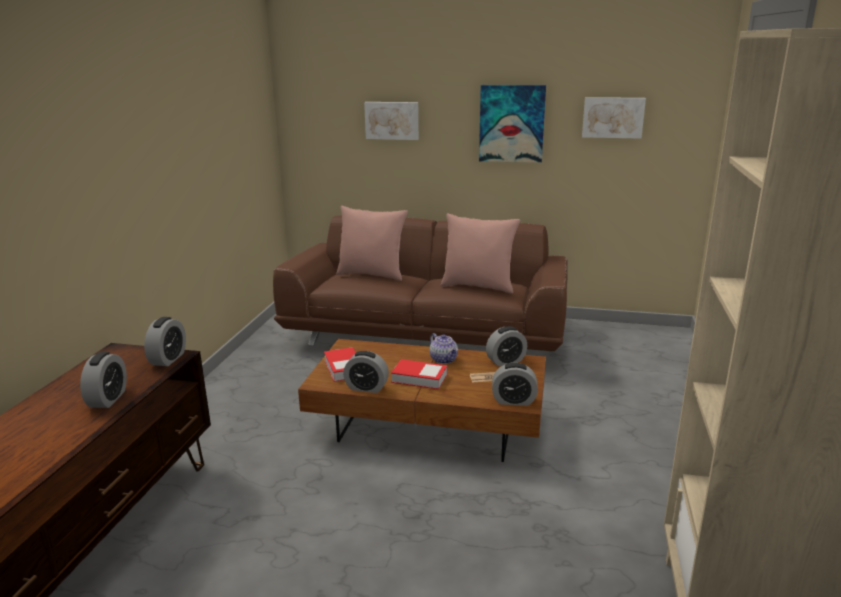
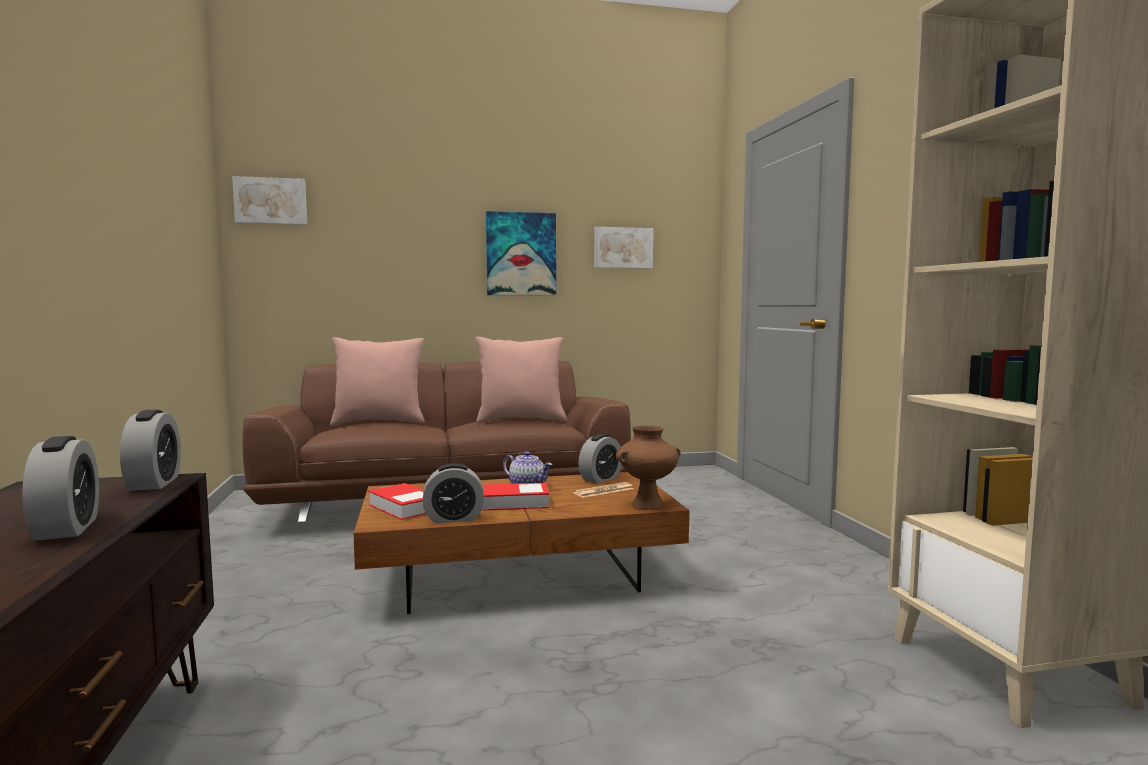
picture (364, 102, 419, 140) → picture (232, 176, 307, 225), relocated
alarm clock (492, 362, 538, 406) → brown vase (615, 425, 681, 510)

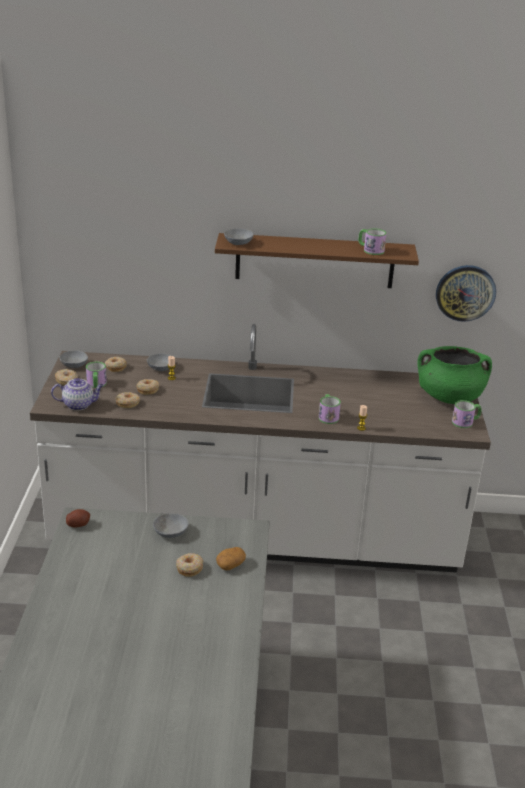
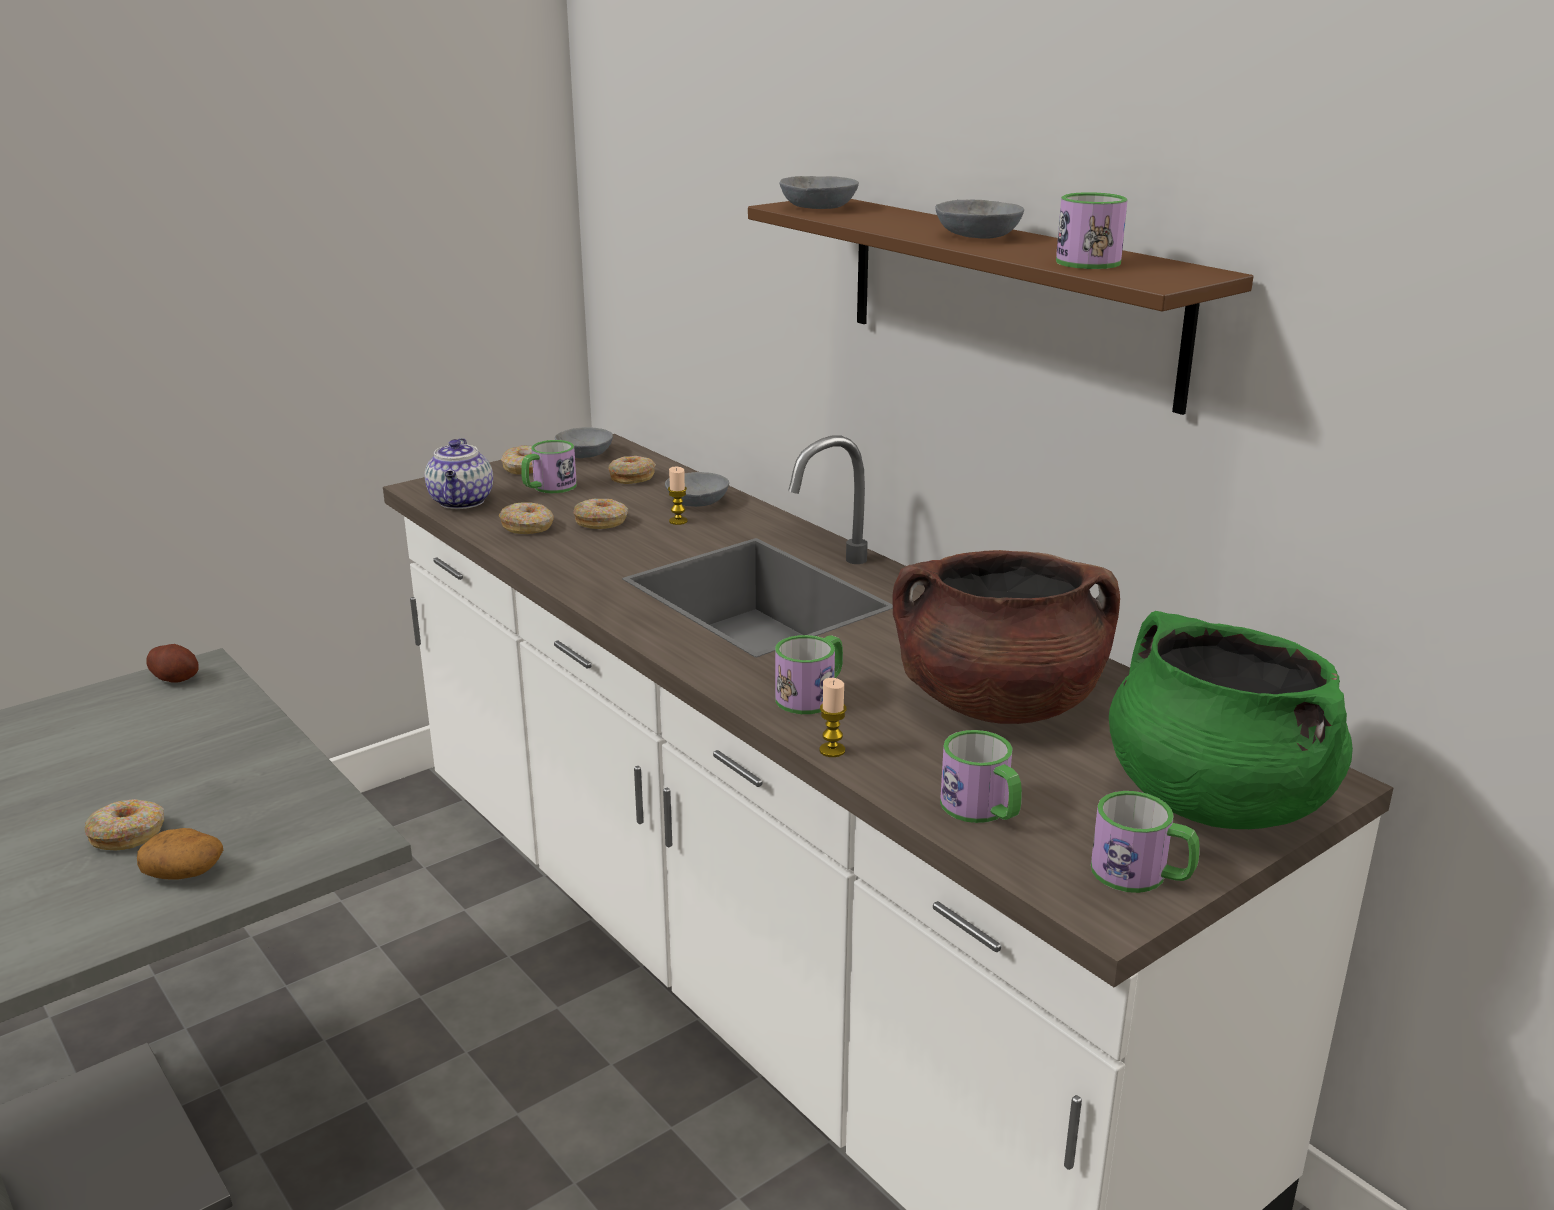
wall clock (436, 265, 496, 322) → -
- → brown cooking pot (892, 550, 1120, 724)
- → mug (940, 730, 1022, 823)
grey bowl (153, 513, 189, 538) → grey bowl (935, 199, 1024, 239), relocated
teapot (51, 378, 104, 411) → teapot (425, 438, 493, 509), 45 degrees clockwise

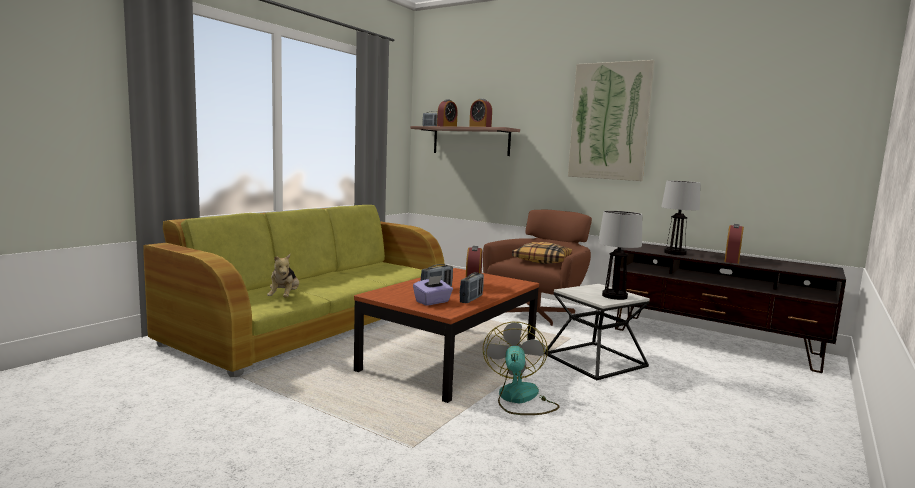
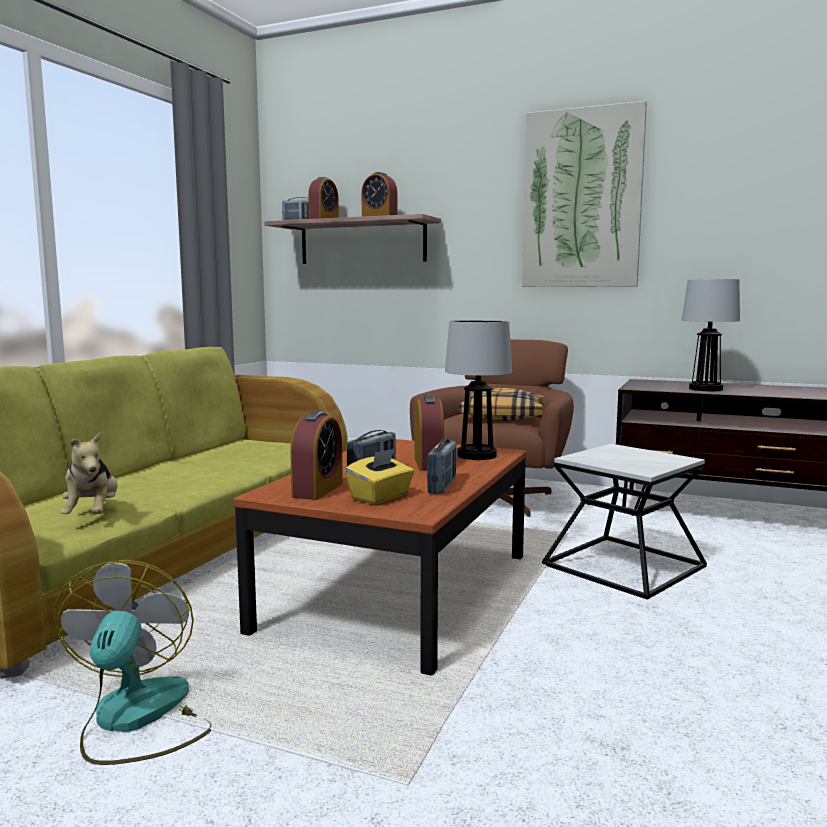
fan (483, 322, 559, 415) → fan (54, 560, 211, 765), relocated
table lamp (598, 211, 642, 300) → table lamp (445, 320, 512, 460), relocated
alarm clock (724, 224, 744, 264) → alarm clock (290, 411, 343, 500), relocated
purple tissue box (413, 275, 453, 306) → yellow tissue box (345, 448, 414, 504)

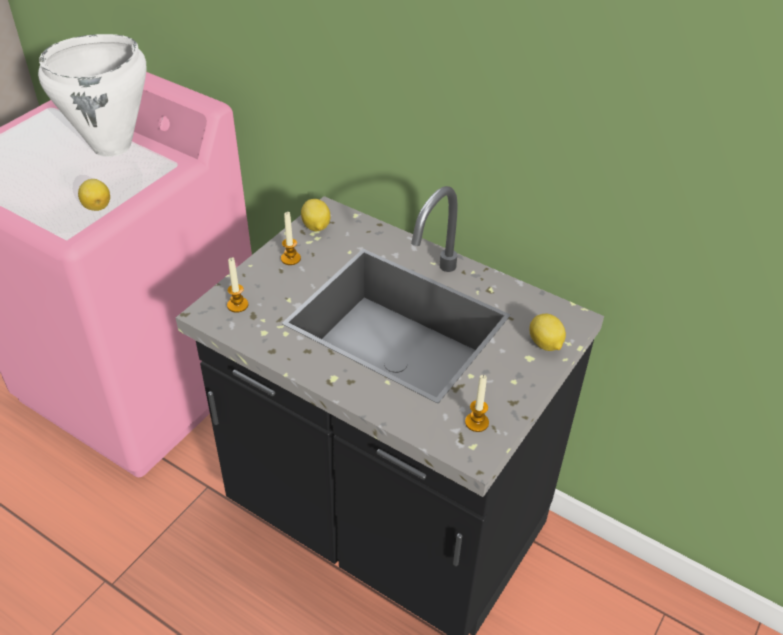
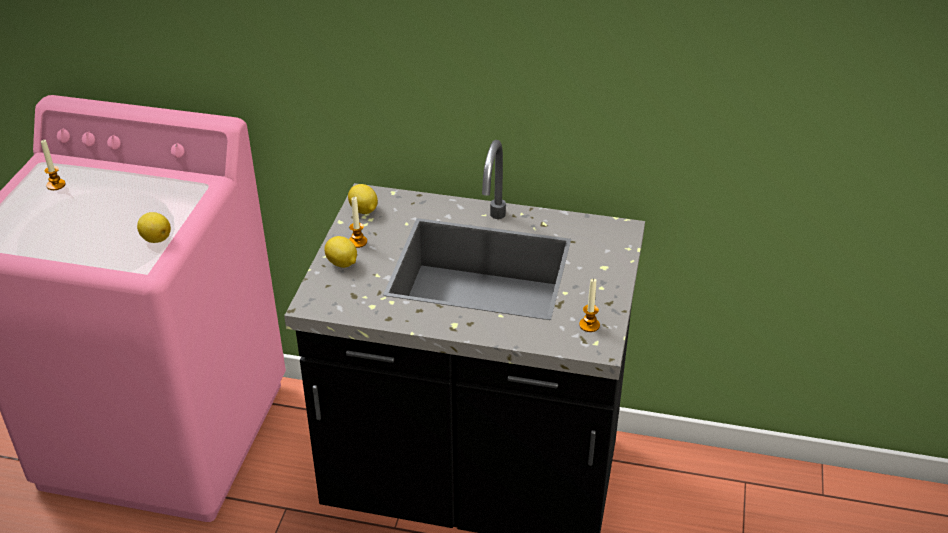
white cooking pot (38, 34, 146, 157) → -
candle (227, 257, 248, 313) → candle (41, 140, 66, 190), relocated
lemon (529, 314, 566, 351) → lemon (324, 236, 357, 268), relocated

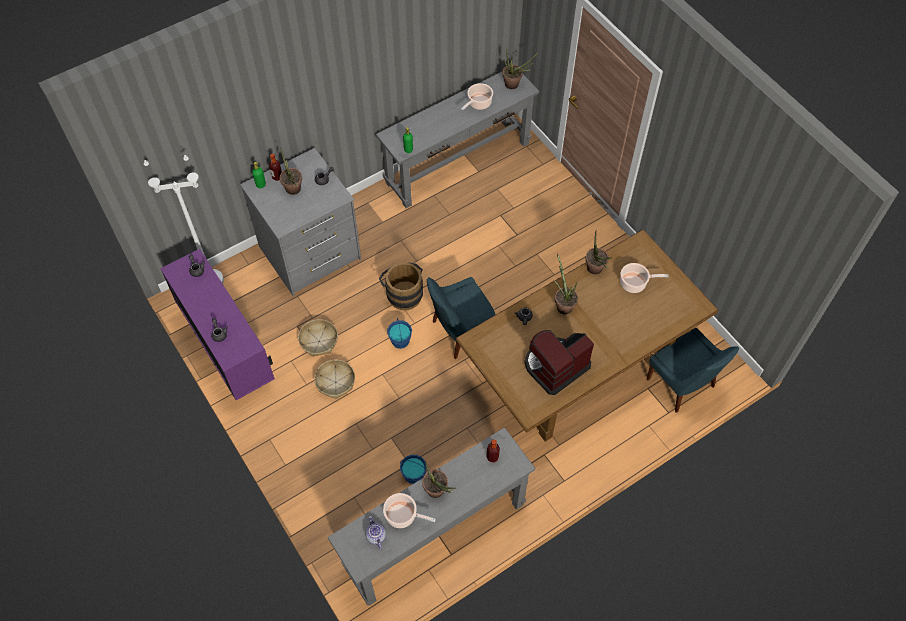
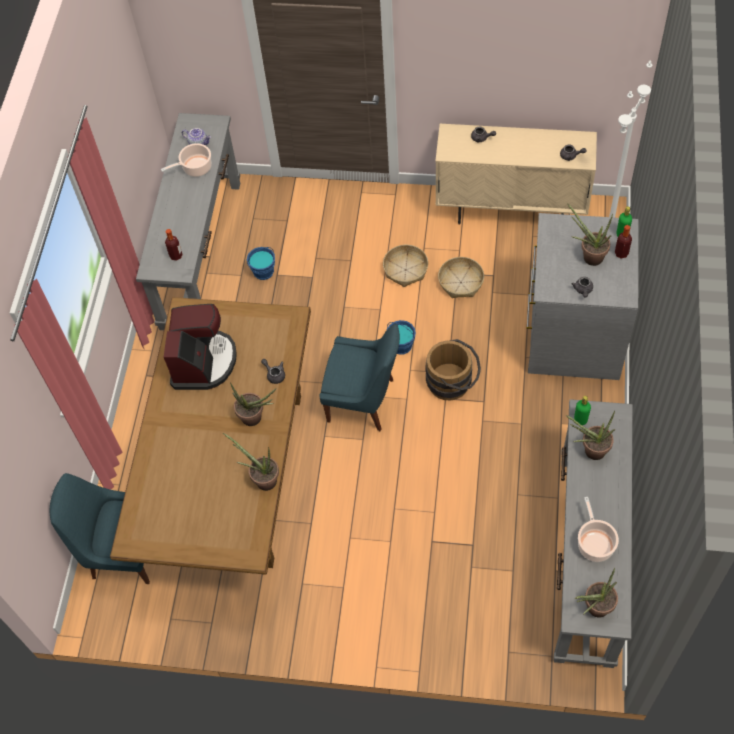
cooking pot (620, 263, 669, 293) → -
potted plant (422, 461, 456, 498) → potted plant (566, 411, 615, 460), relocated
purple cabinet (160, 249, 275, 400) → beige cabinet (435, 124, 597, 225)
blue chair (427, 277, 496, 359) → blue chair (320, 324, 400, 431), 90 degrees clockwise

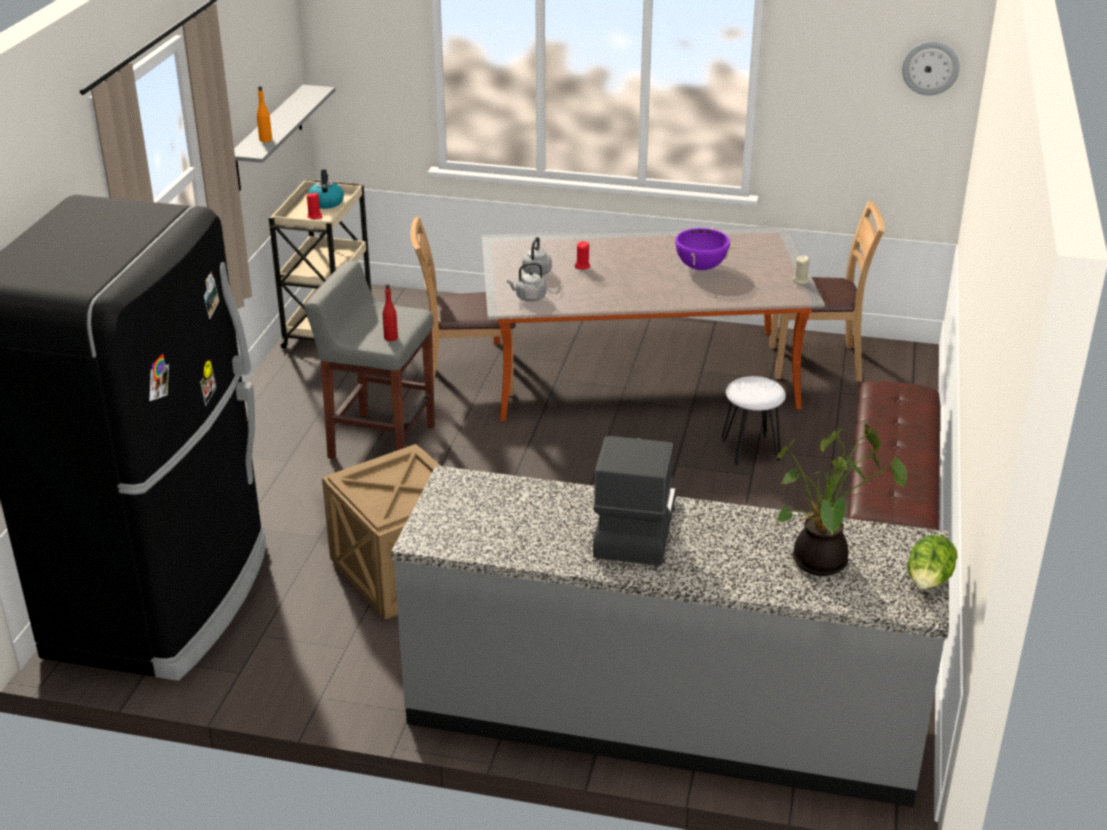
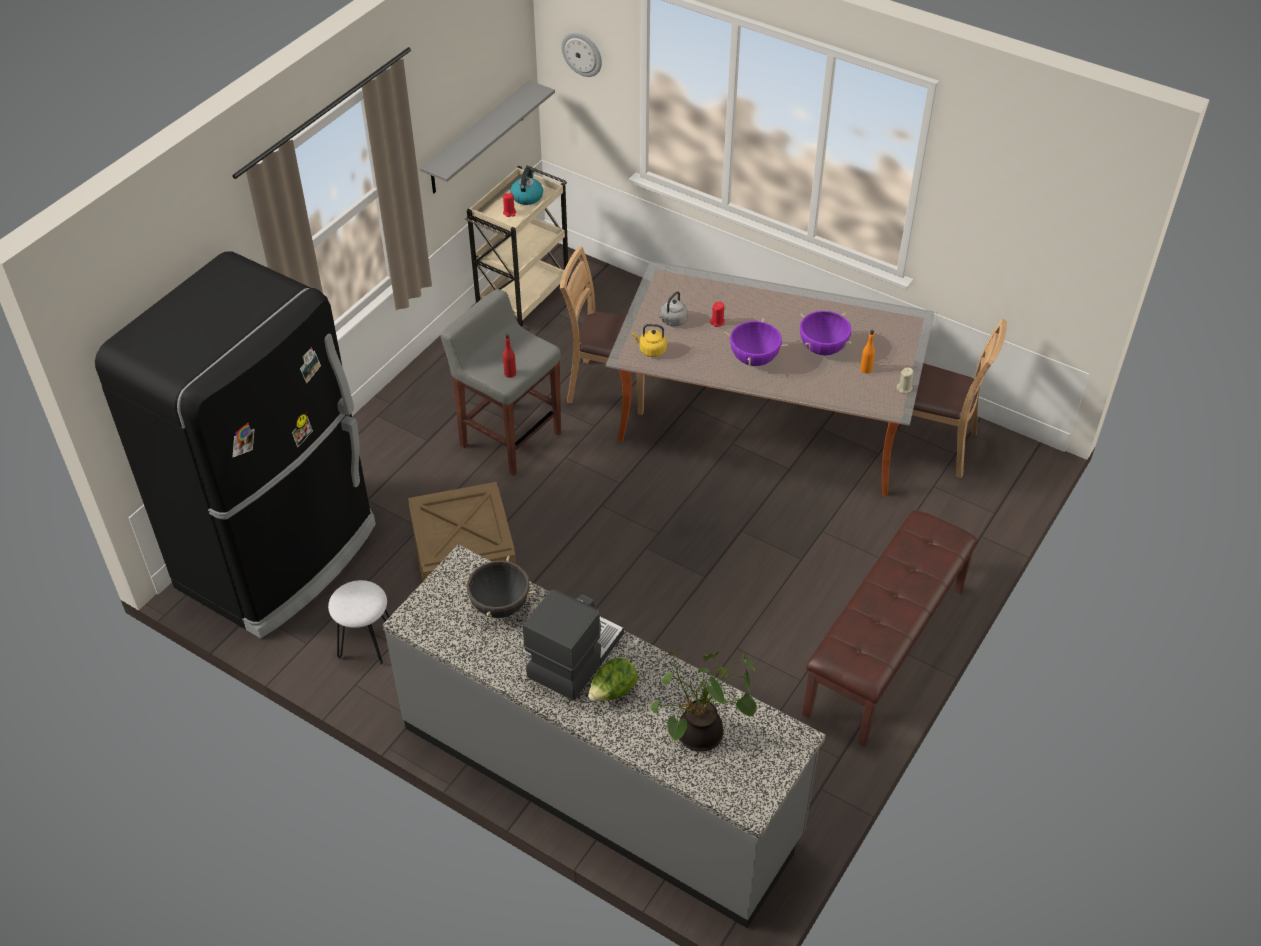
- → black cooking pot (460, 555, 536, 619)
- → purple cooking pot (724, 318, 787, 366)
orange bottle (257, 86, 272, 142) → orange bottle (860, 330, 875, 373), relocated
white stool (722, 376, 786, 466) → white stool (328, 580, 389, 665), relocated
wall clock (902, 42, 960, 95) → wall clock (561, 32, 602, 77), relocated
lettuce (907, 535, 957, 589) → lettuce (588, 658, 638, 702), relocated
grey kettle (507, 263, 546, 302) → yellow kettle (632, 324, 667, 357)

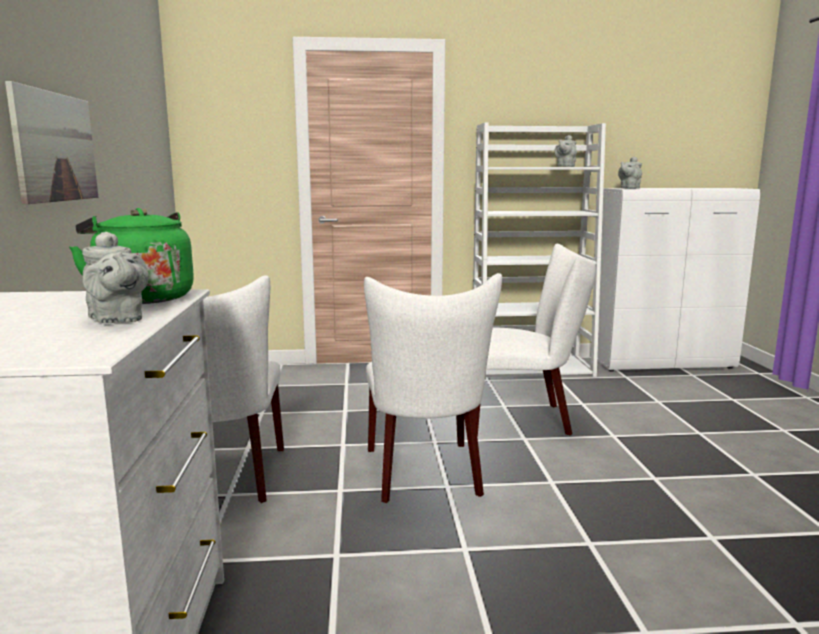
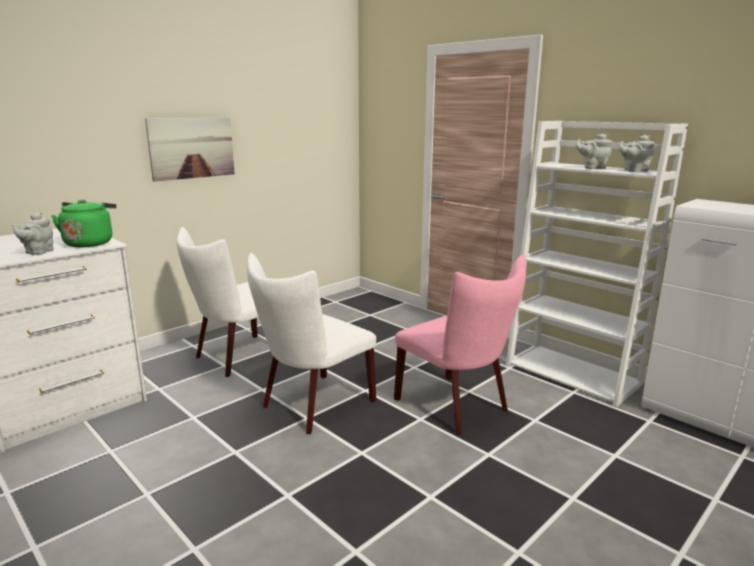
grey teapot (618, 157, 642, 189) → grey teapot (575, 133, 613, 169), relocated
white chair (474, 244, 596, 436) → pink chair (394, 255, 526, 435)

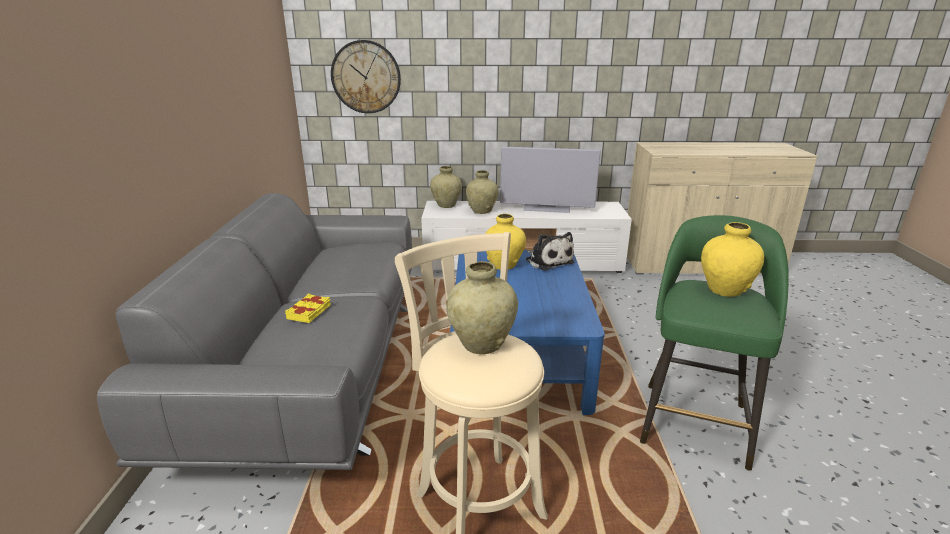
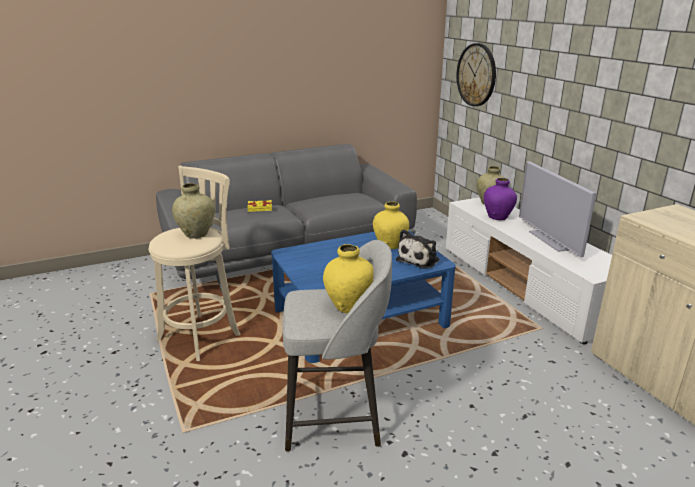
beige vase (466, 170, 499, 214) → purple vase (484, 178, 517, 220)
green stool (640, 215, 789, 471) → grey stool (283, 240, 392, 452)

